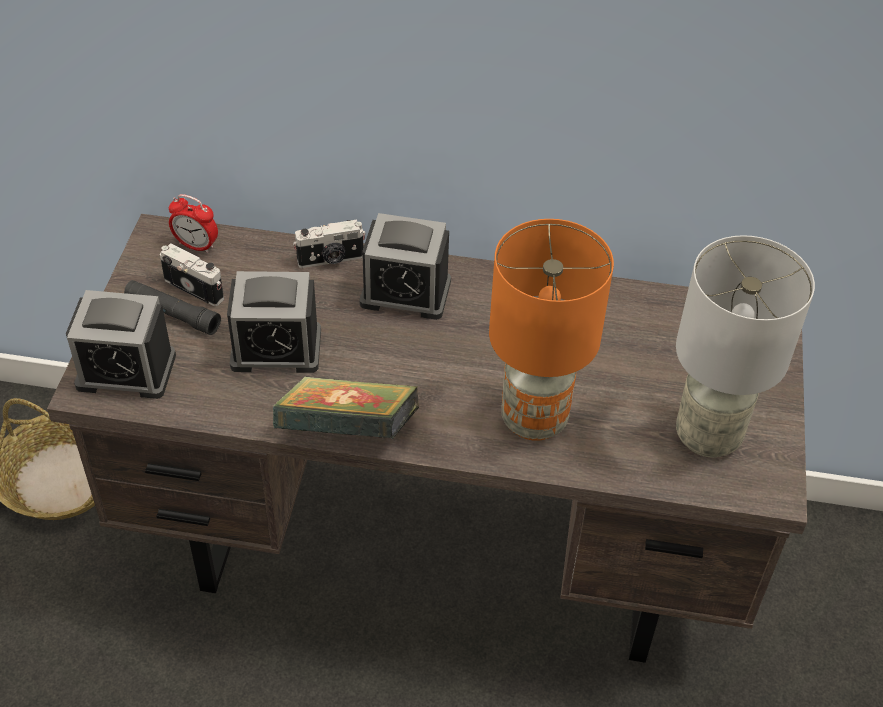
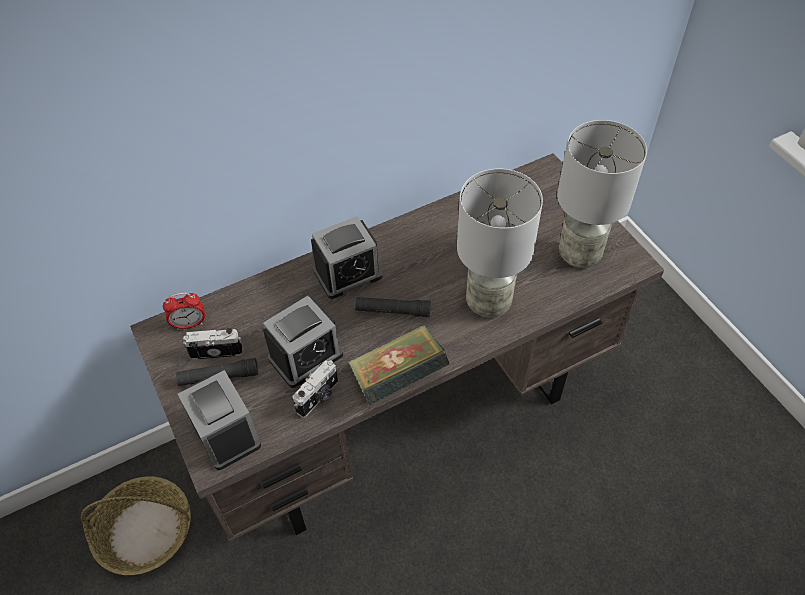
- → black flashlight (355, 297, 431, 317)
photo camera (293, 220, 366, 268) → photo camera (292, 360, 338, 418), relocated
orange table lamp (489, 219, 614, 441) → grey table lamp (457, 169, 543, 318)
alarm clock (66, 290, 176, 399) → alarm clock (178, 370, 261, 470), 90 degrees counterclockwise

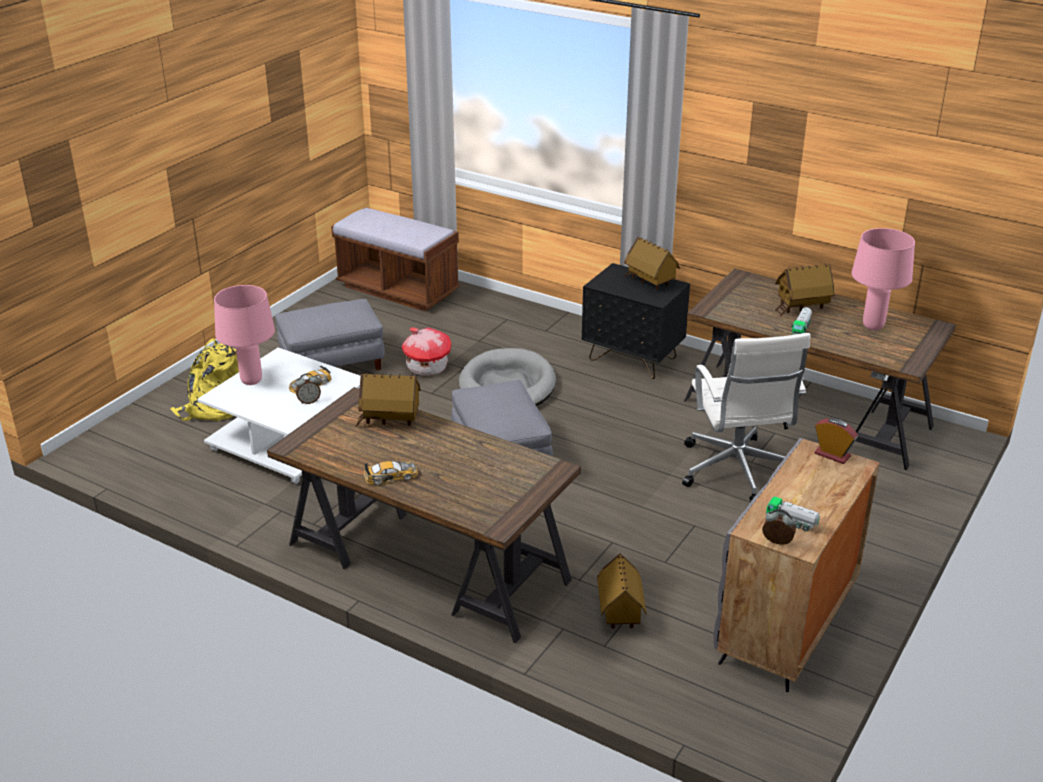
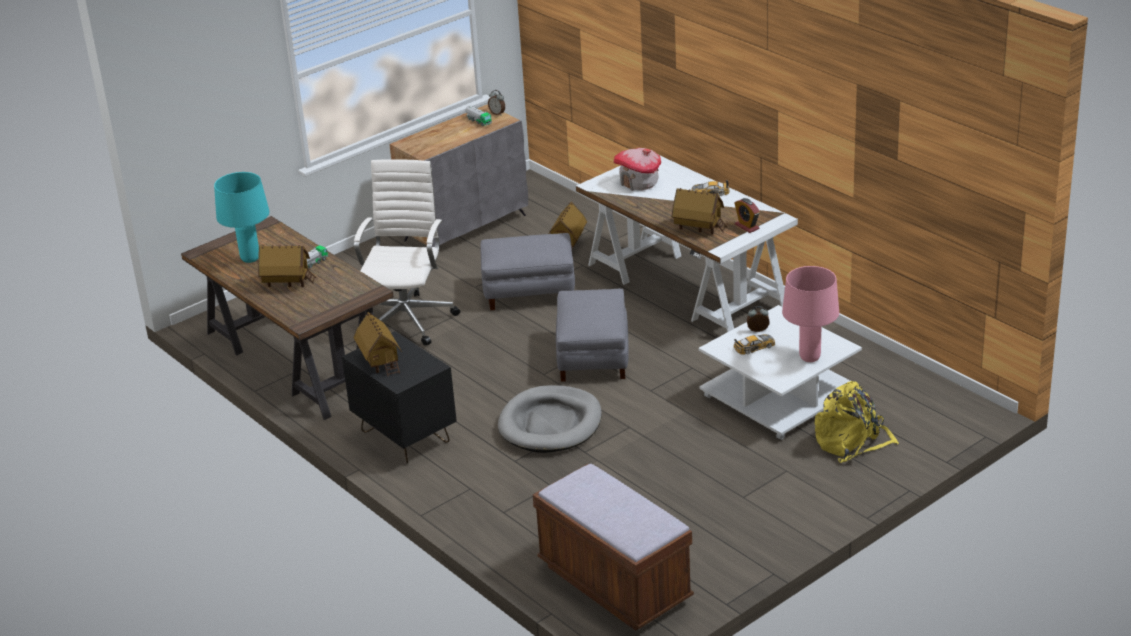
grey ottoman (275, 299, 385, 371) → grey ottoman (480, 233, 575, 310), relocated
toy house (402, 327, 452, 376) → toy house (613, 148, 661, 191), relocated
alarm clock (814, 418, 858, 464) → alarm clock (735, 198, 760, 233), relocated
brown desk (267, 387, 581, 643) → white desk (576, 155, 798, 332)
pink table lamp (851, 228, 915, 330) → turquoise table lamp (214, 172, 270, 263)

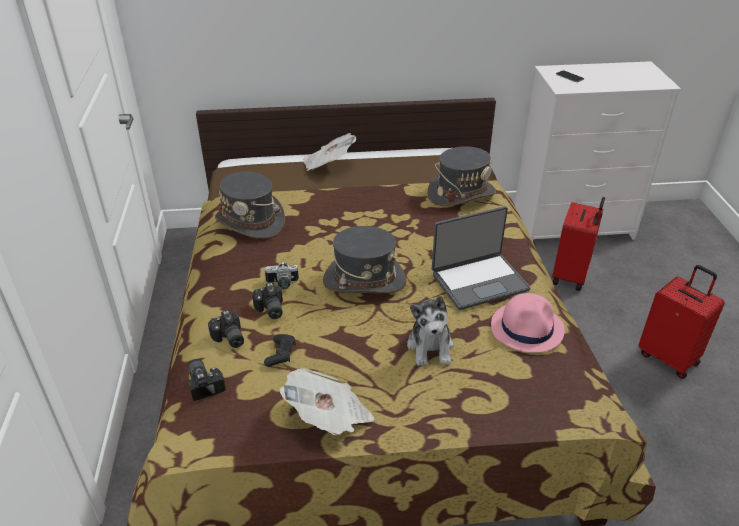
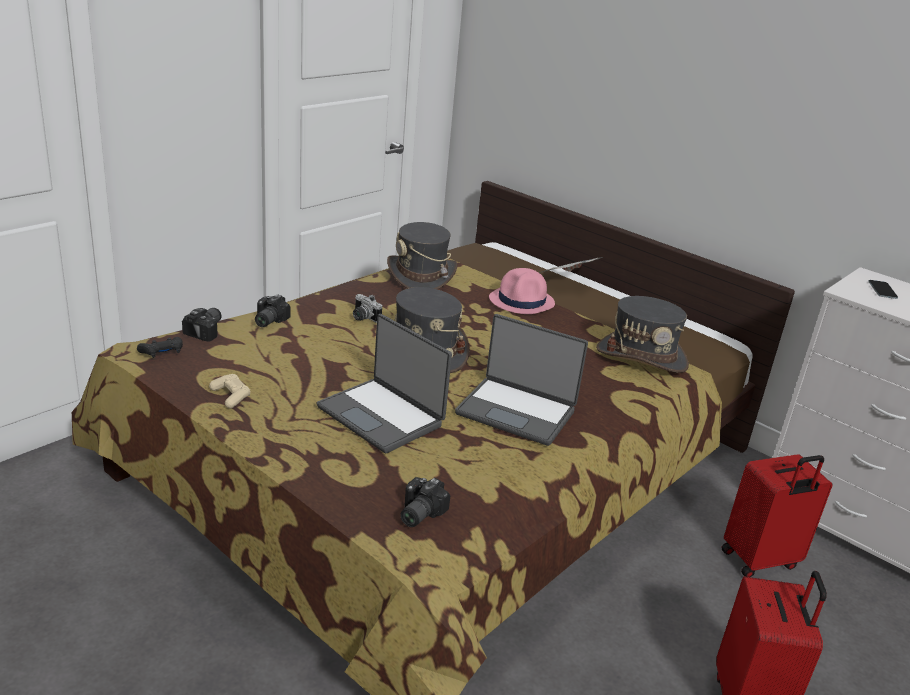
photo camera (252, 282, 283, 319) → photo camera (400, 477, 450, 527), relocated
black game controller (264, 334, 296, 367) → black game controller (137, 337, 183, 358), relocated
pink hat (491, 293, 565, 353) → pink hat (489, 268, 555, 314), relocated
newspaper (279, 368, 374, 436) → beige game controller (209, 374, 250, 408)
plush toy (407, 296, 454, 366) → laptop (317, 314, 452, 453)

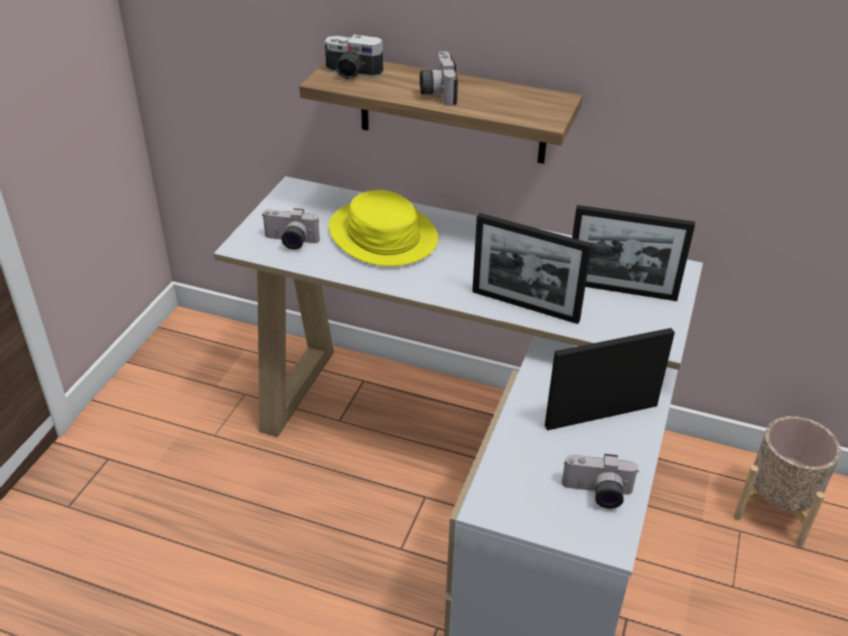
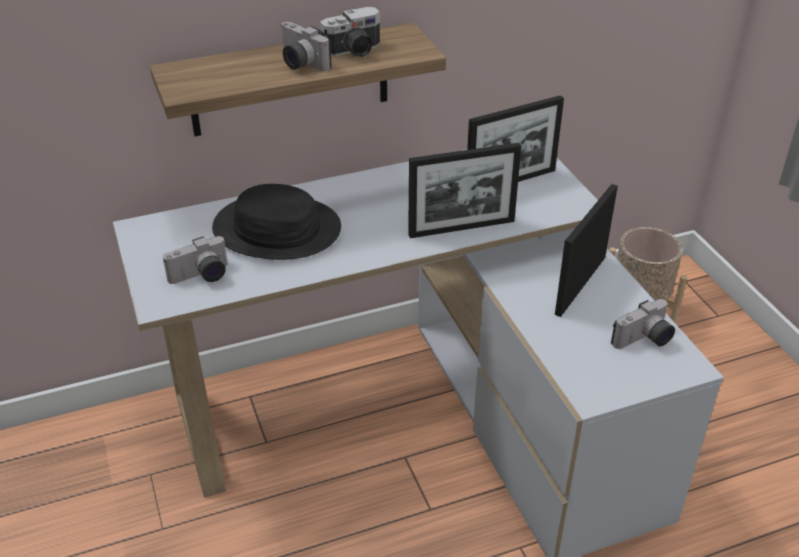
photo camera (325, 34, 383, 80) → photo camera (320, 7, 380, 57), relocated
yellow hat (329, 190, 438, 266) → black hat (212, 184, 341, 260)

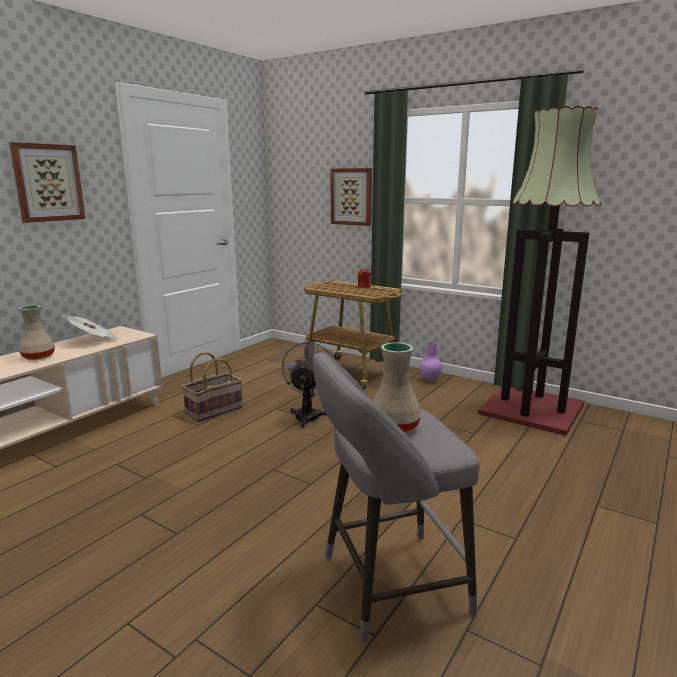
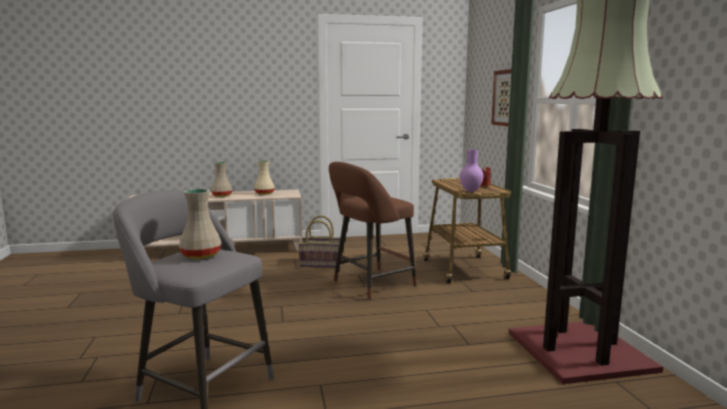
picture (9, 142, 85, 223) → -
purple vase (420, 342, 442, 381) → purple vase (460, 150, 483, 192), relocated
newspaper (62, 315, 120, 339) → beige vase (254, 160, 275, 195)
grey fan (282, 340, 334, 428) → brown stool (329, 162, 417, 300)

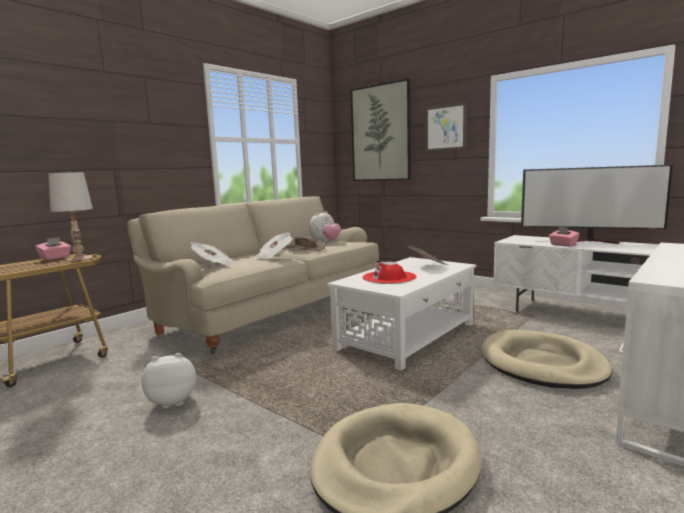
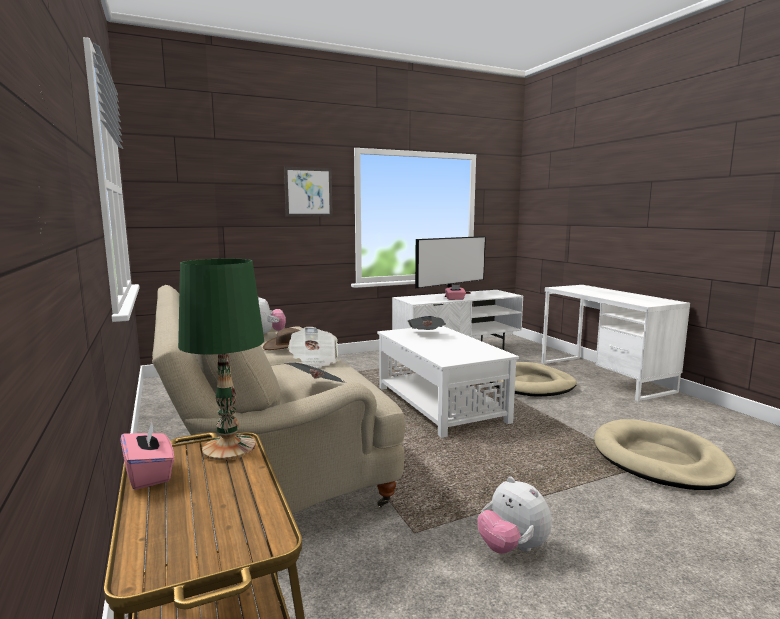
picture (350, 78, 411, 181) → -
red hat (362, 262, 417, 284) → -
white table lamp (49, 172, 93, 262) → green table lamp (178, 259, 264, 460)
plush toy (142, 353, 196, 408) → plush toy (477, 476, 552, 554), 45 degrees counterclockwise

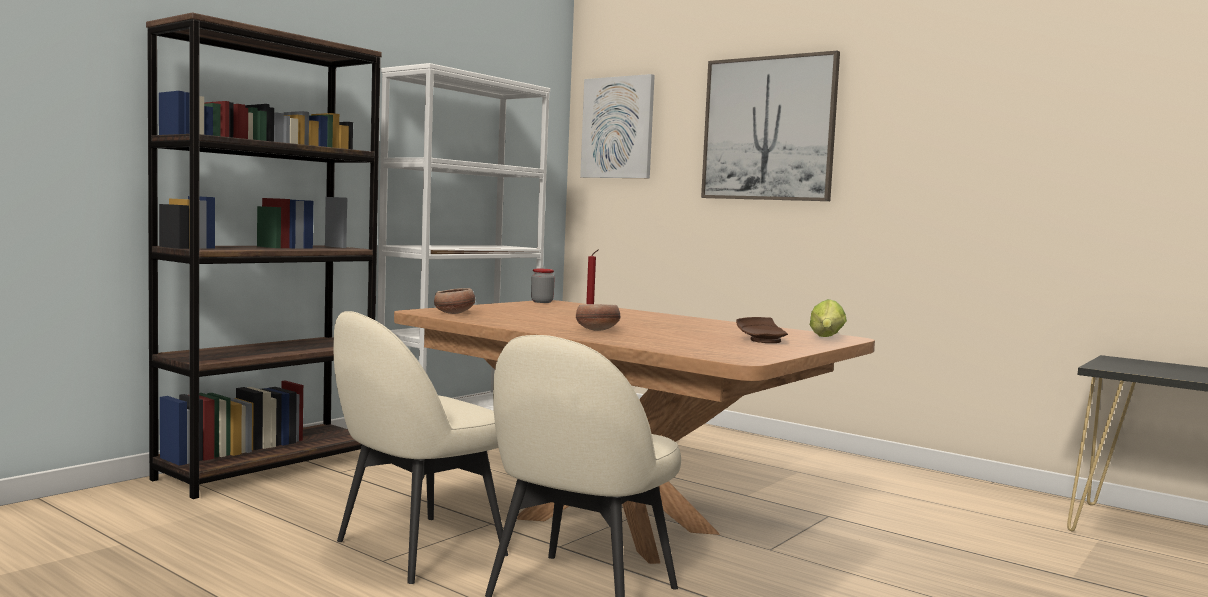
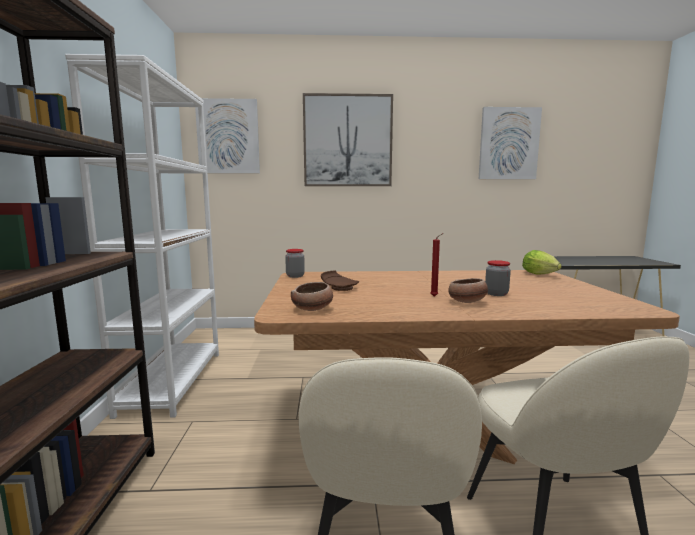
- → picture (479, 107, 542, 179)
- → jar (485, 260, 511, 296)
brown plate (736, 317, 788, 343) → brown plate (321, 270, 359, 291), relocated

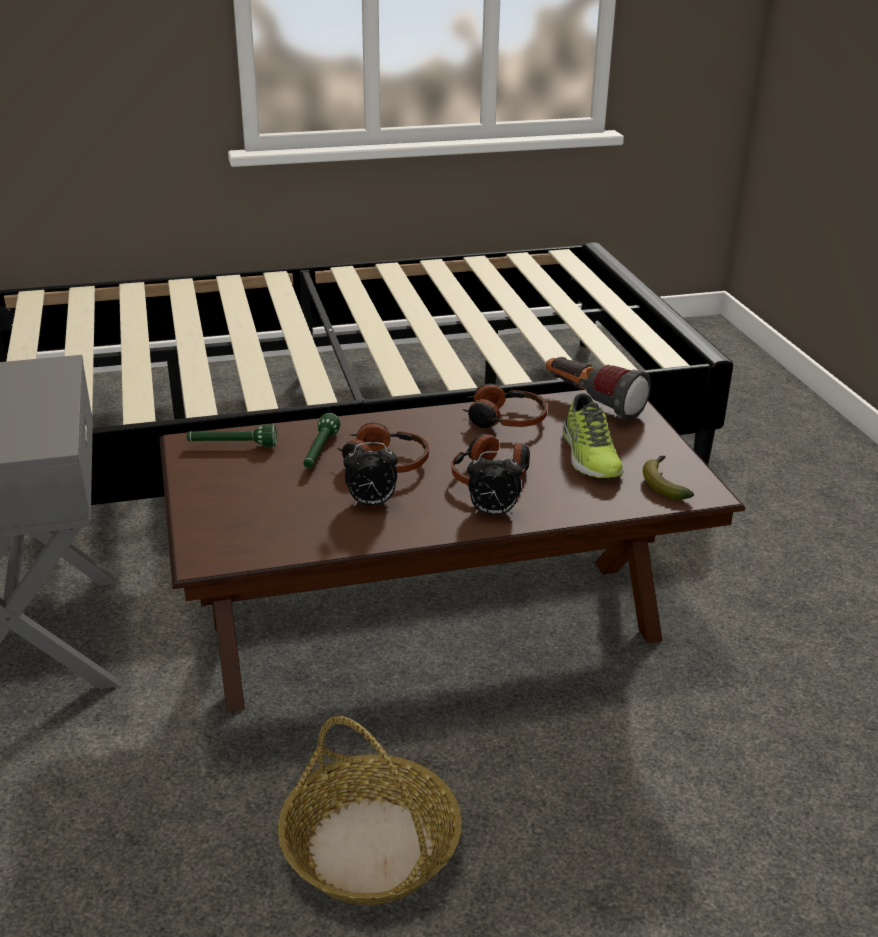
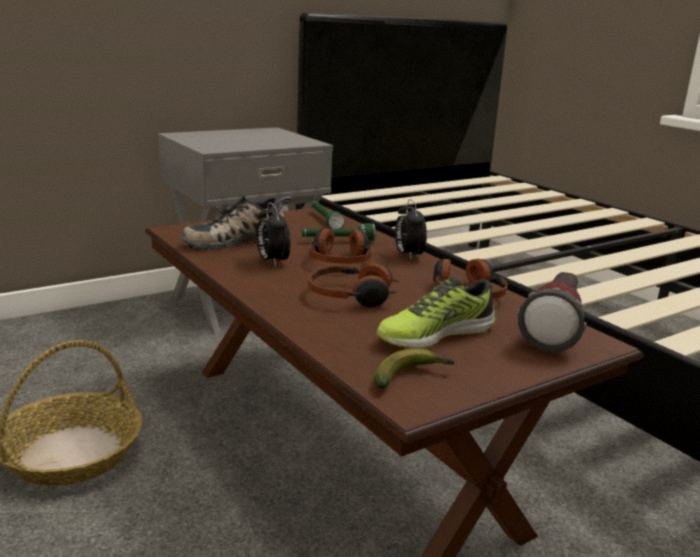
- → shoe (181, 196, 292, 250)
alarm clock (467, 451, 522, 515) → alarm clock (395, 199, 427, 260), relocated

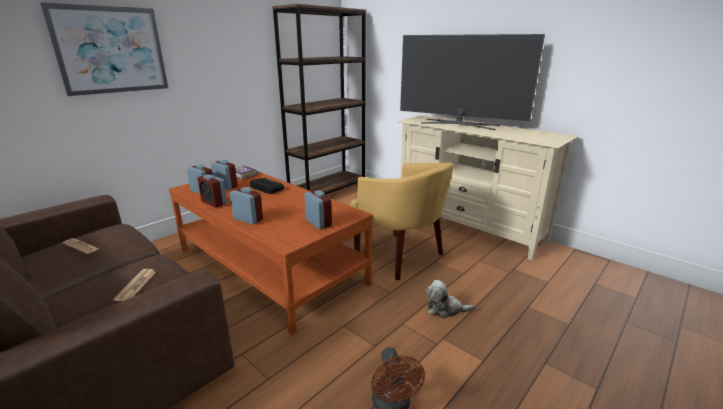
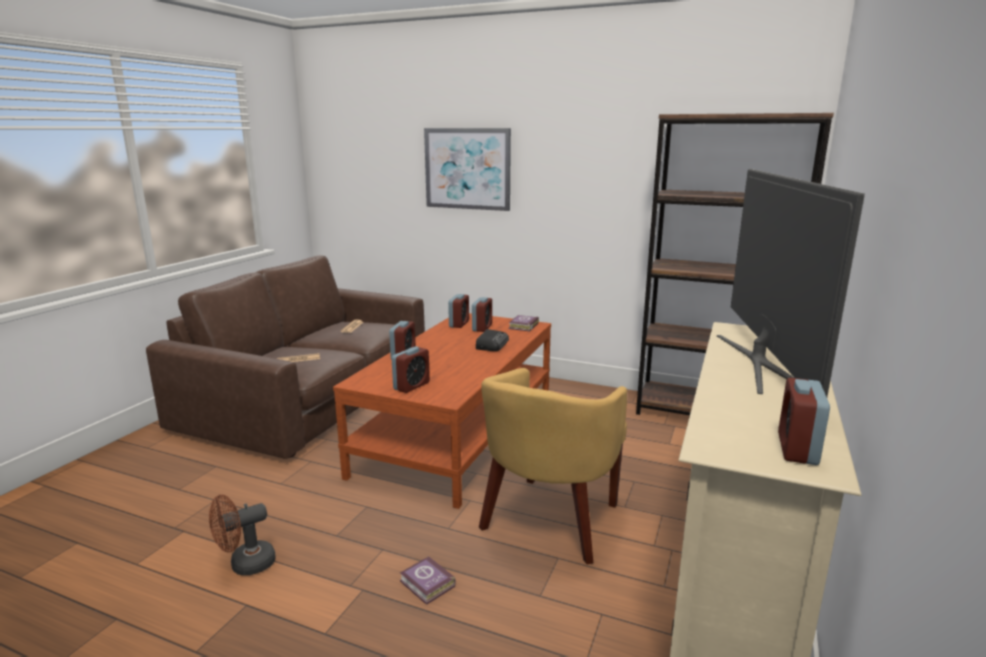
alarm clock (197, 174, 227, 208) → alarm clock (778, 378, 830, 465), relocated
plush toy (426, 280, 474, 319) → book (400, 556, 456, 605)

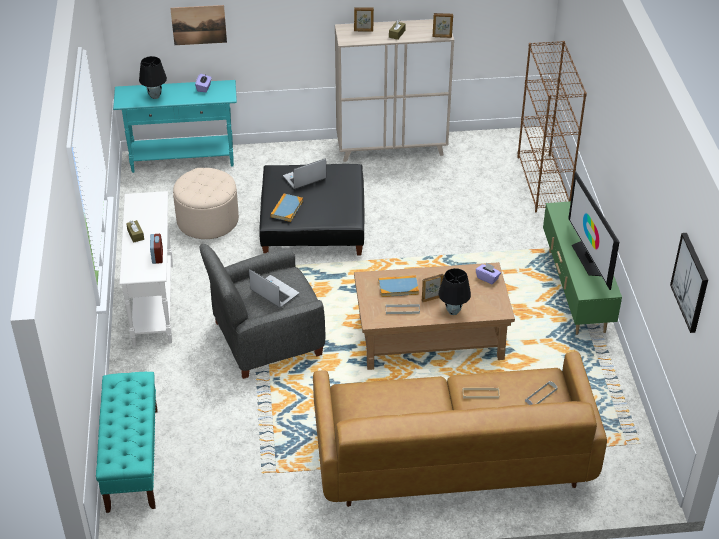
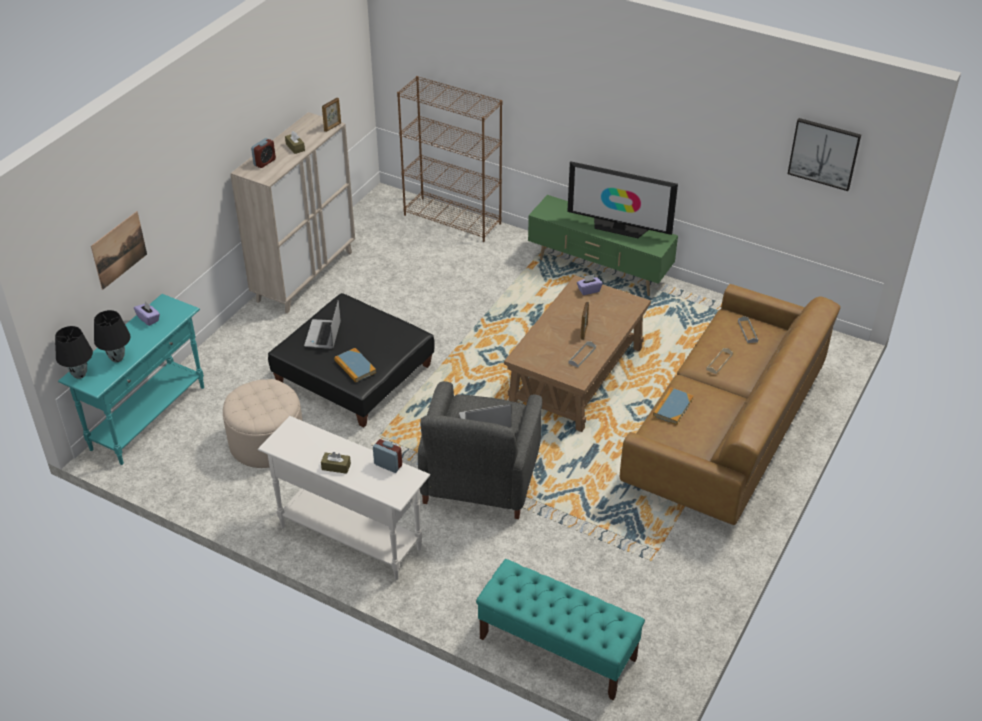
book (379, 275, 419, 297) → book (653, 387, 694, 425), relocated
black table lamp (439, 268, 471, 315) → black table lamp (55, 326, 93, 379), relocated
picture frame (354, 7, 374, 32) → alarm clock (251, 138, 276, 168)

